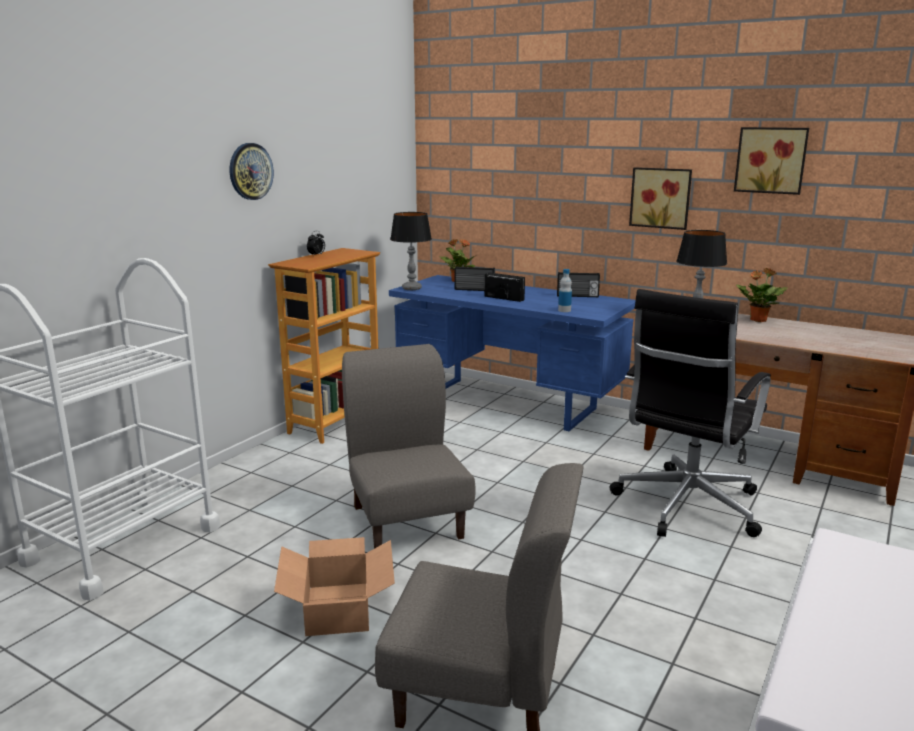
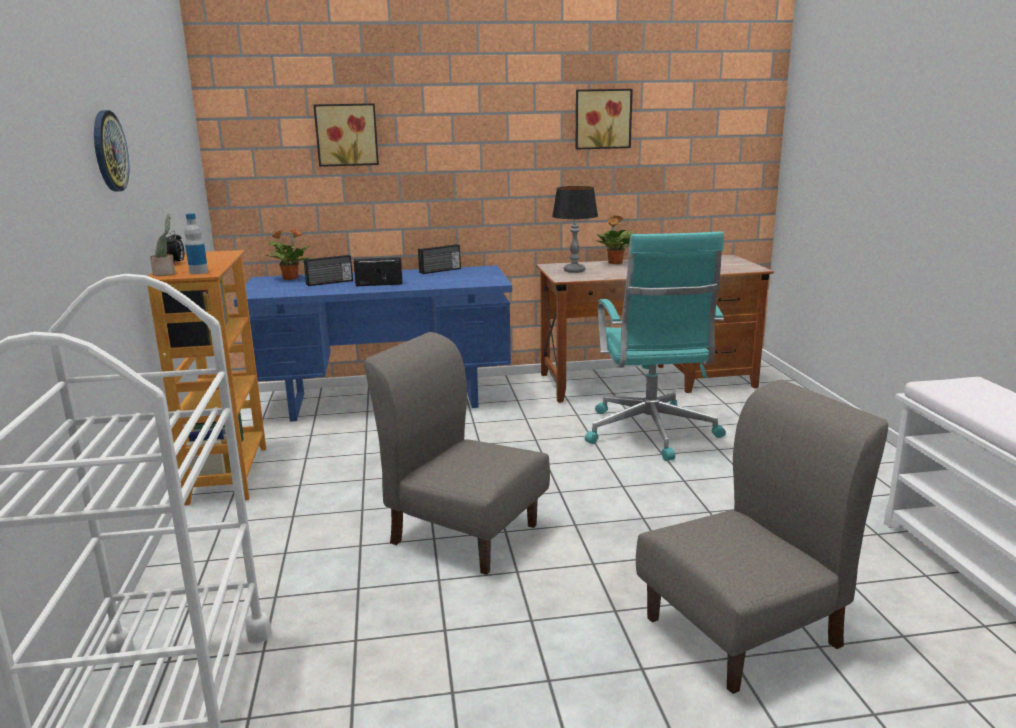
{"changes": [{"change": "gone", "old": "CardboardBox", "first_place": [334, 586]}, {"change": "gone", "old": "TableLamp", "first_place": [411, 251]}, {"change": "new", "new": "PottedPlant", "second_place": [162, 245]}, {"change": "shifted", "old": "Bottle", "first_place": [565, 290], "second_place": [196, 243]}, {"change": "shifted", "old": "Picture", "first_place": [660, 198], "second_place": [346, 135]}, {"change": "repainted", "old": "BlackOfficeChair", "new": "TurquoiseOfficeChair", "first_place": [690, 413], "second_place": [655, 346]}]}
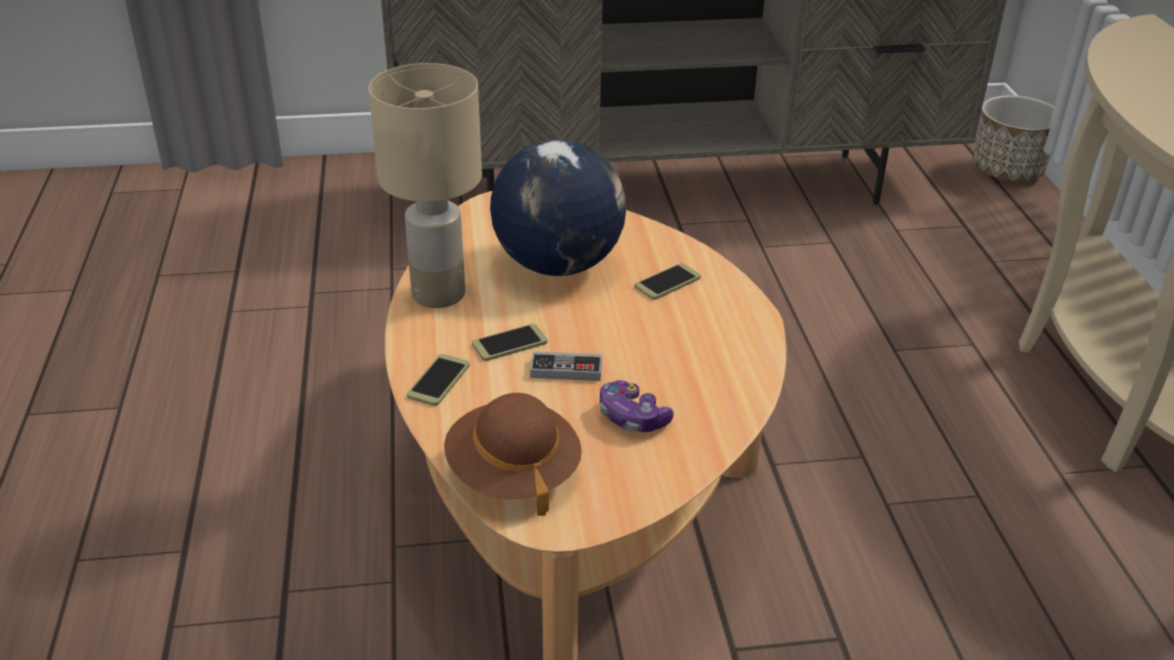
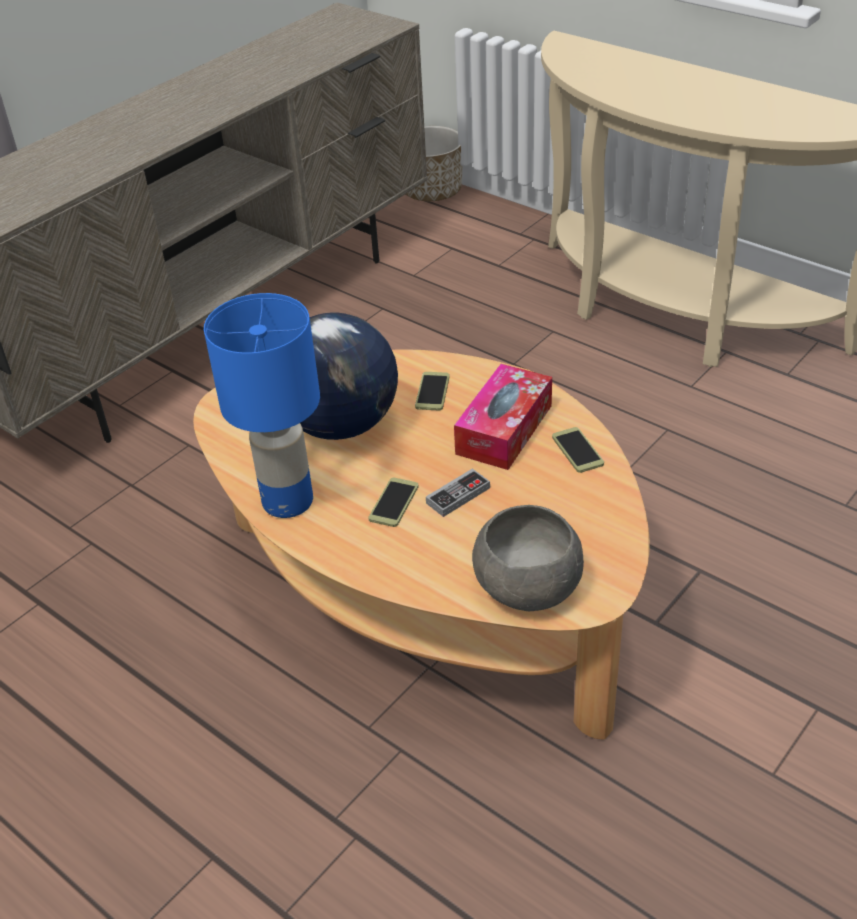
{"changes": [{"change": "gone", "old": "GameController", "first_place": [637, 406]}, {"change": "new", "new": "TissueBox", "second_place": [503, 417]}, {"change": "shifted", "old": "Phone", "first_place": [438, 380], "second_place": [578, 450]}, {"change": "swapped", "old": "BrownHat", "new": "GreyBowl", "first_place": [513, 454], "second_place": [528, 558]}, {"change": "repainted", "old": "BeigeTableLamp", "new": "BlueTableLamp", "first_place": [425, 185], "second_place": [262, 405]}]}
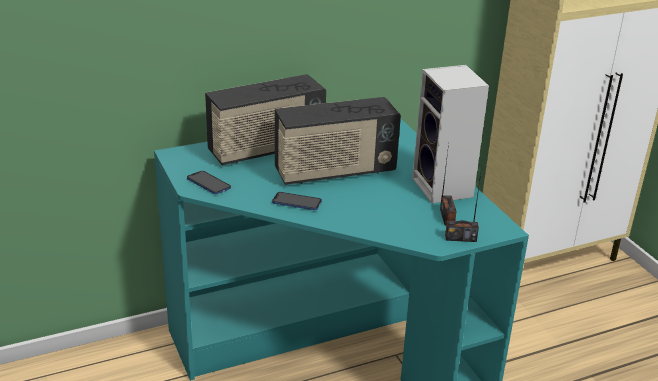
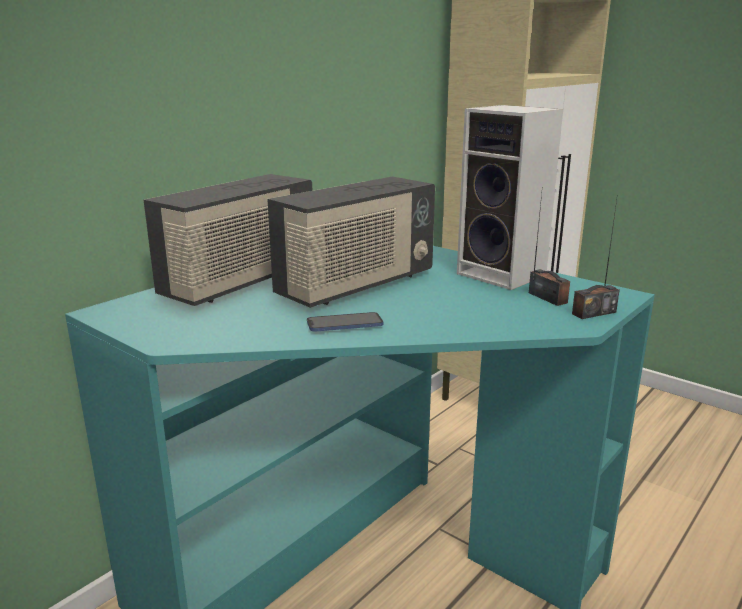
{"changes": [{"change": "gone", "old": "Phone", "first_place": [209, 182]}]}
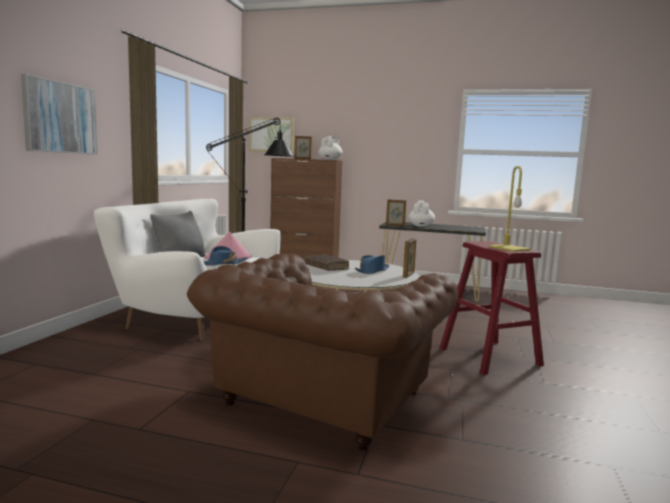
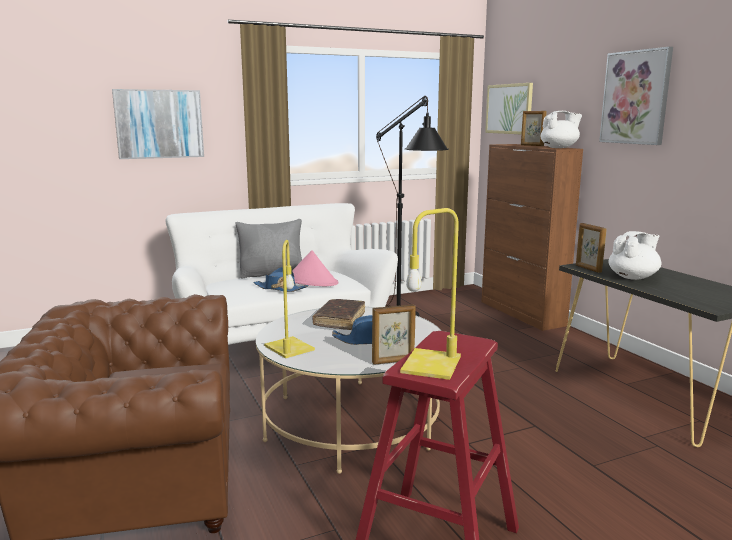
{"changes": [{"change": "new", "new": "YellowTableLamp", "second_place": [289, 299]}, {"change": "new", "new": "Picture", "second_place": [636, 96]}]}
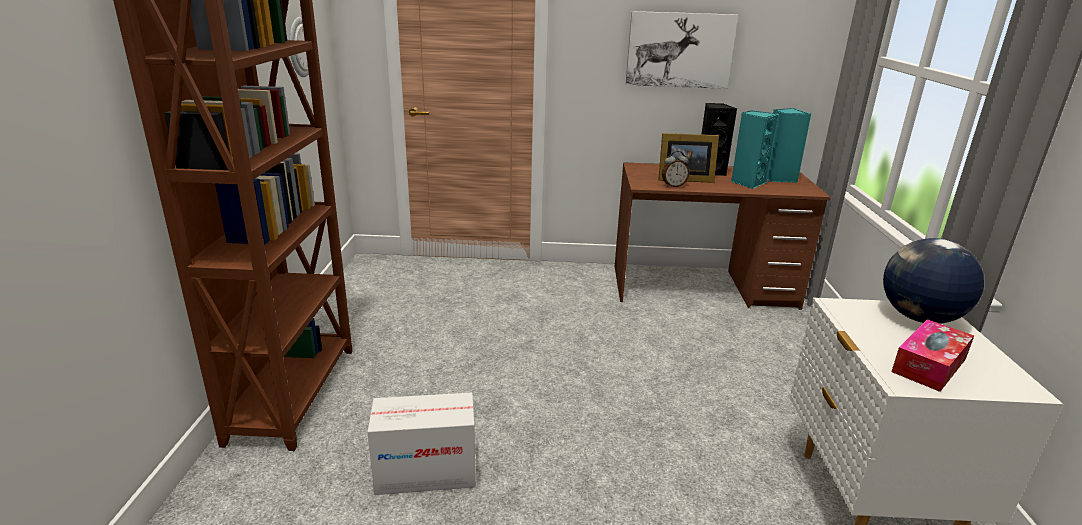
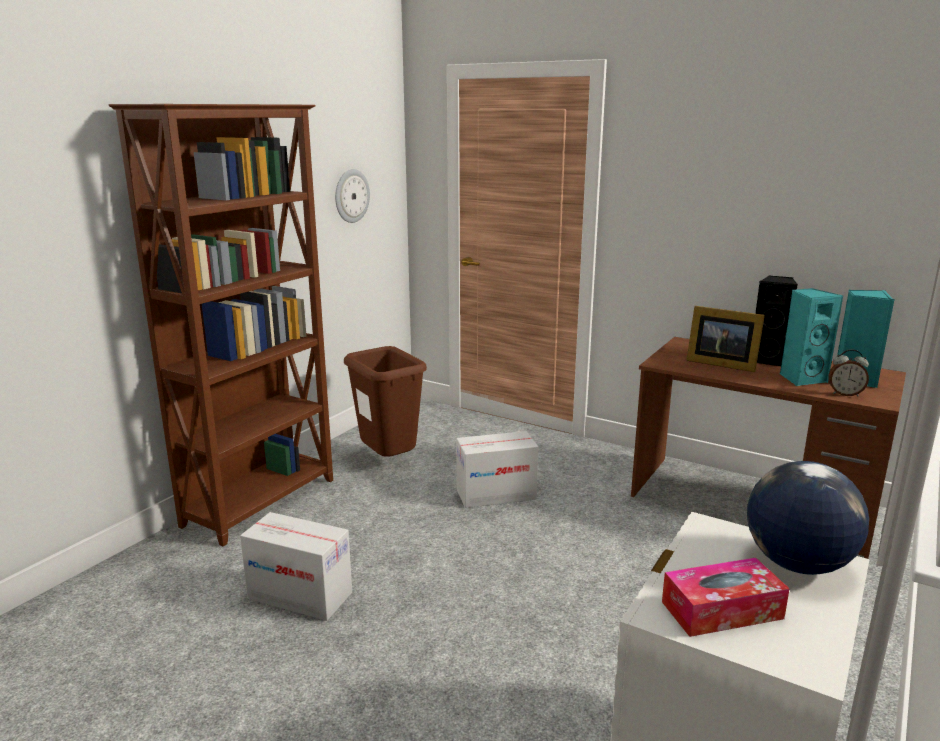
{"changes": [{"change": "gone", "old": "Picture", "first_place": [682, 50]}, {"change": "new", "new": "BrownTrashCan", "second_place": [385, 401]}, {"change": "new", "new": "CardboardBox", "second_place": [497, 469]}, {"change": "shifted", "old": "AlarmClock", "first_place": [676, 169], "second_place": [848, 372]}]}
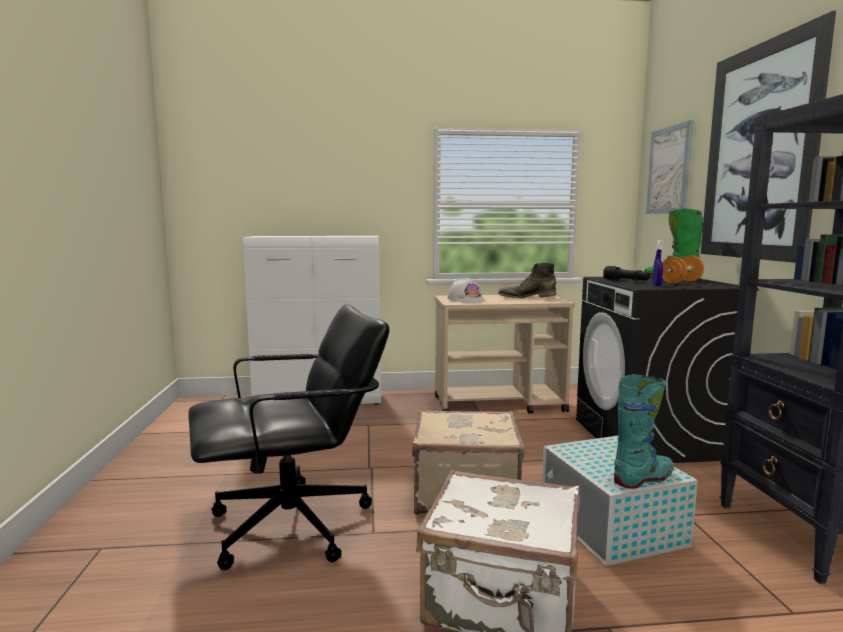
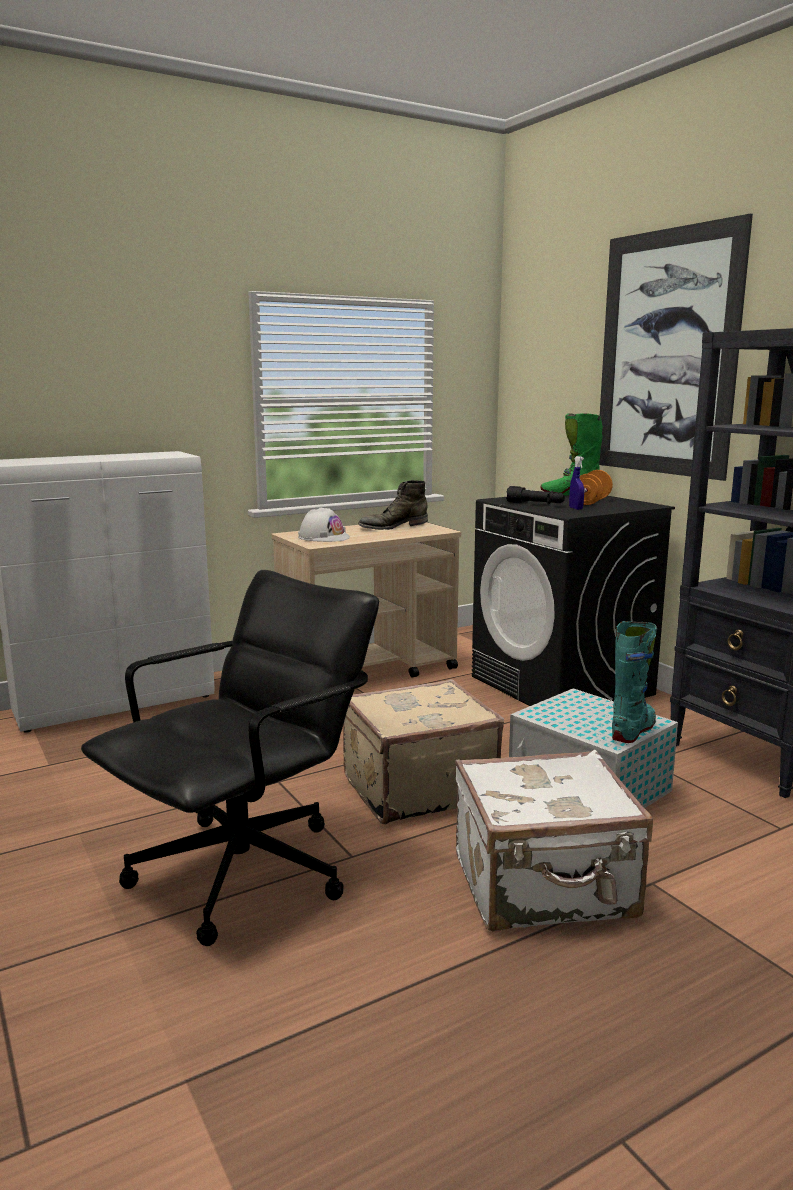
{"changes": [{"change": "gone", "old": "Picture", "first_place": [669, 167]}]}
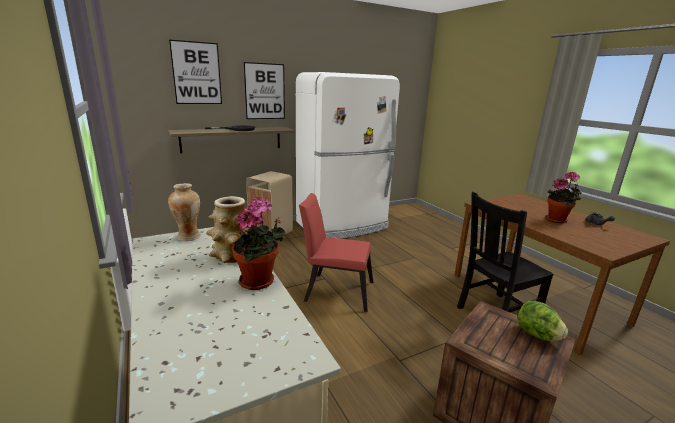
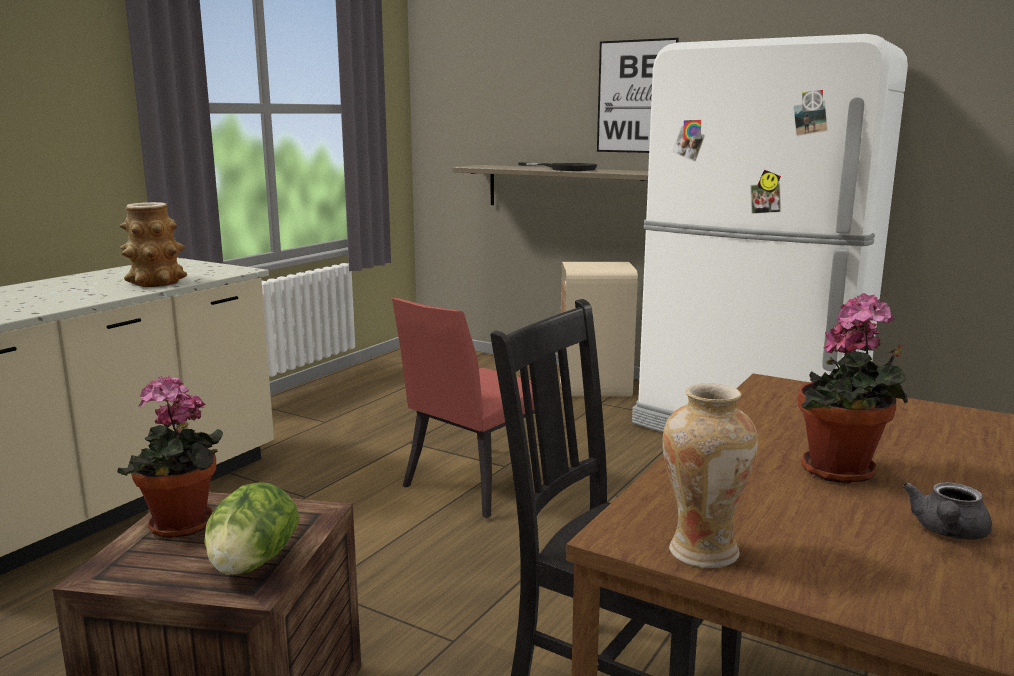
{"changes": [{"change": "gone", "old": "Picture", "first_place": [195, 72]}, {"change": "shifted", "old": "Vase", "first_place": [184, 212], "second_place": [710, 475]}, {"change": "shifted", "old": "PottedPlant", "first_place": [258, 243], "second_place": [170, 457]}, {"change": "rotated", "old": "RedChair", "first_place": [336, 252], "second_place": [463, 408], "degrees": -120}]}
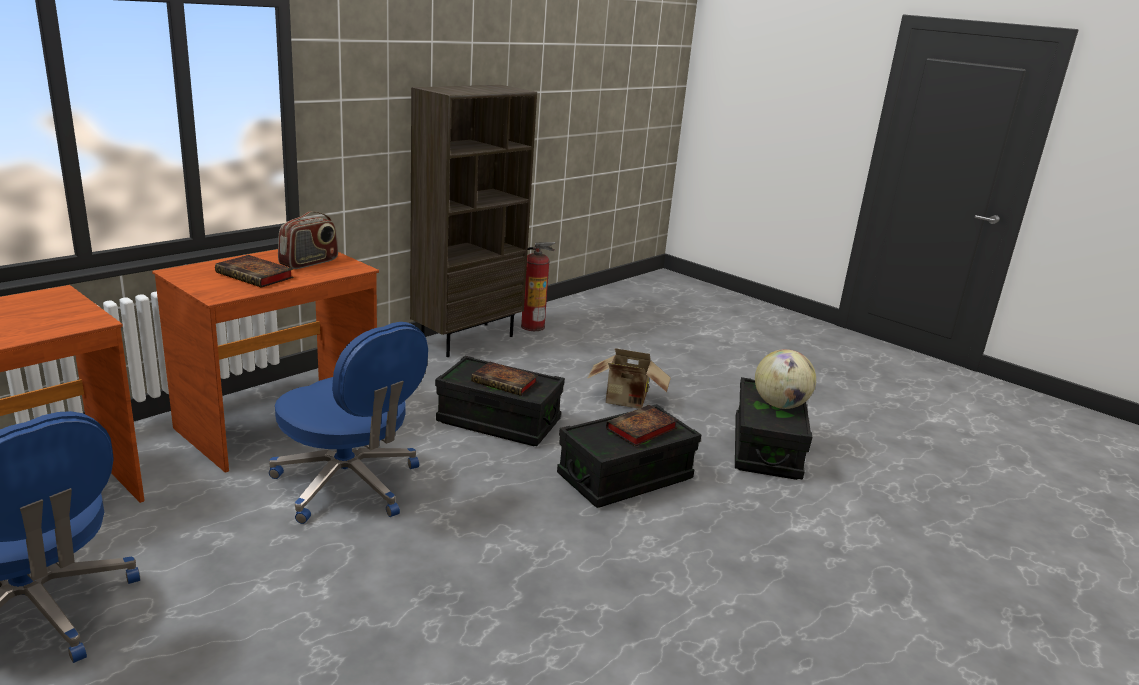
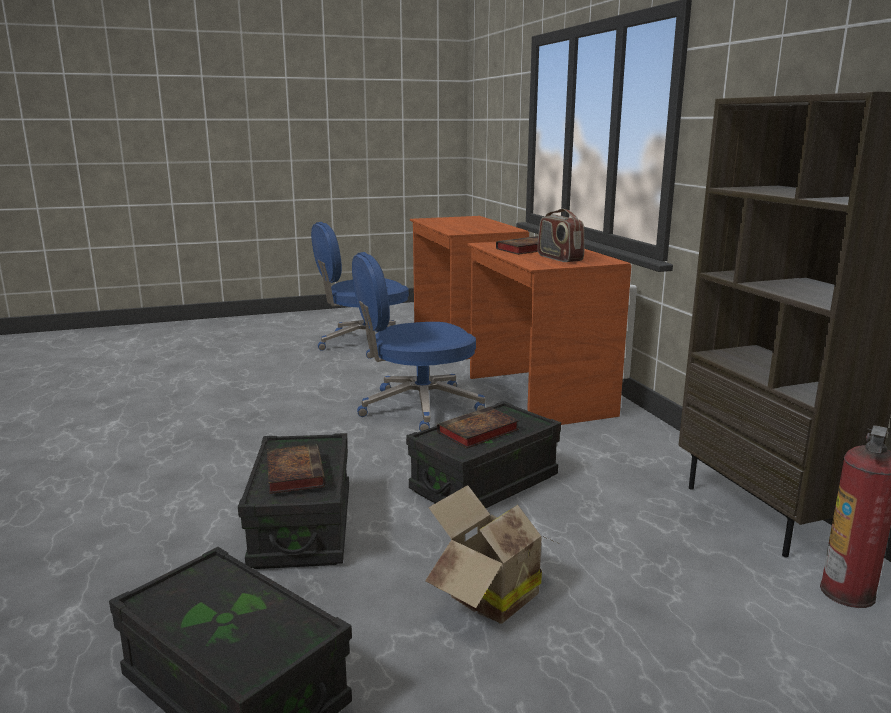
{"changes": [{"change": "gone", "old": "Globe", "first_place": [785, 379]}]}
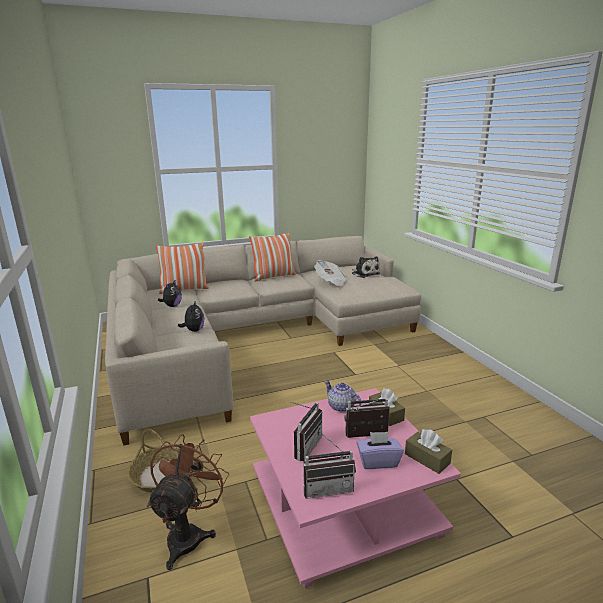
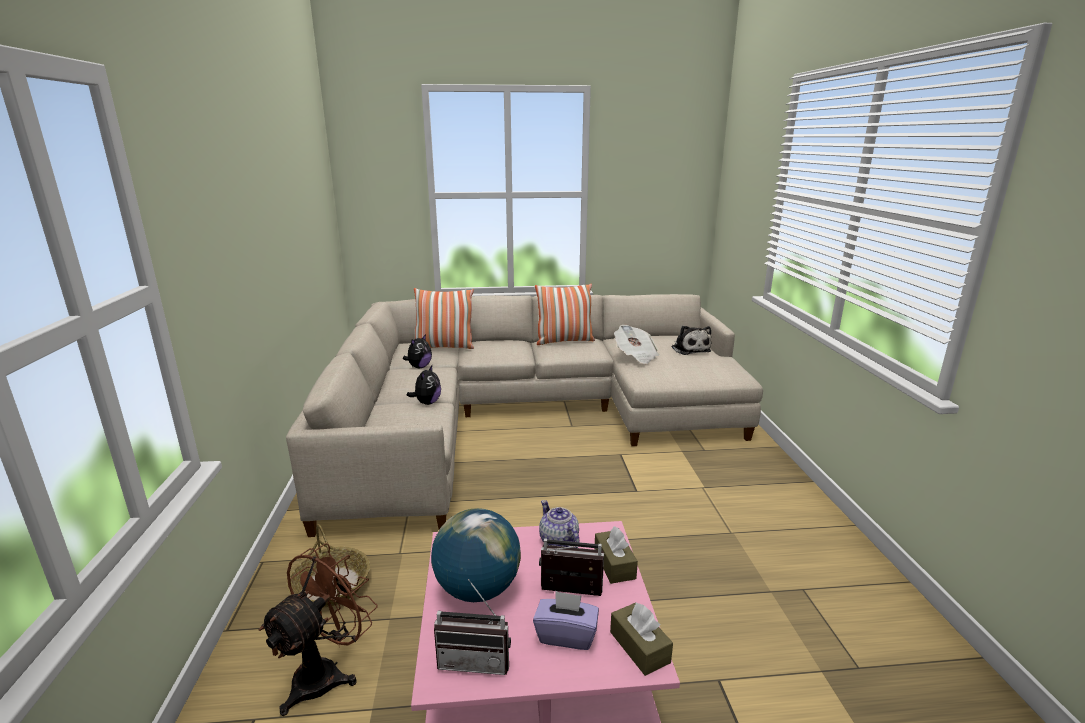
{"changes": [{"change": "swapped", "old": "Radio", "new": "Globe", "first_place": [306, 431], "second_place": [476, 555]}]}
